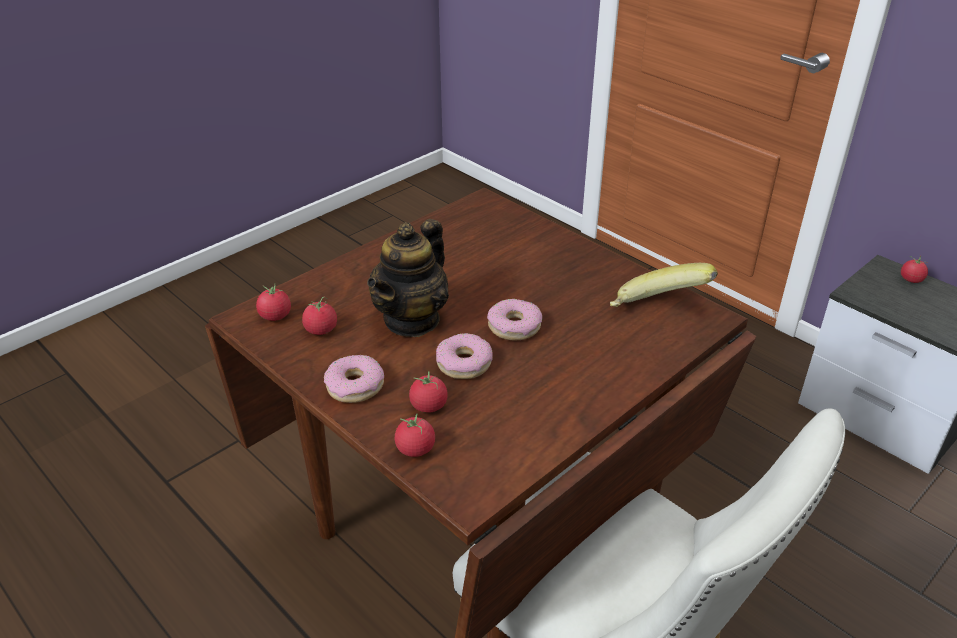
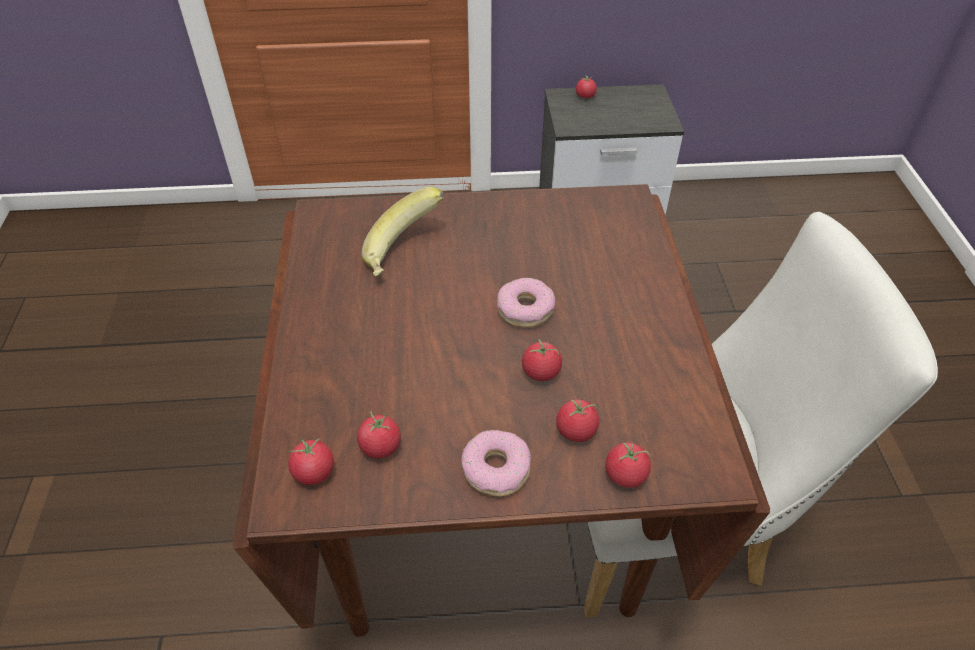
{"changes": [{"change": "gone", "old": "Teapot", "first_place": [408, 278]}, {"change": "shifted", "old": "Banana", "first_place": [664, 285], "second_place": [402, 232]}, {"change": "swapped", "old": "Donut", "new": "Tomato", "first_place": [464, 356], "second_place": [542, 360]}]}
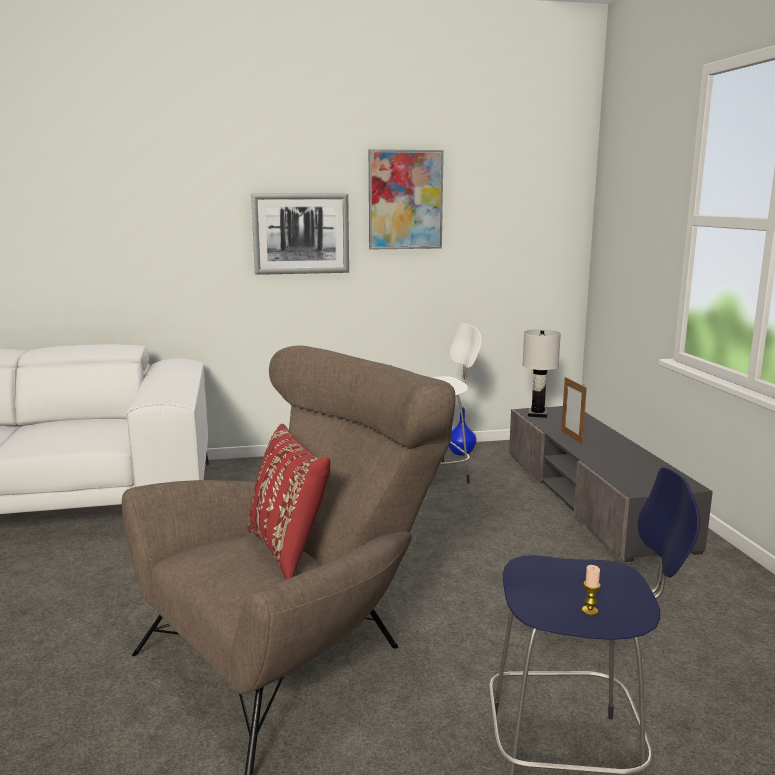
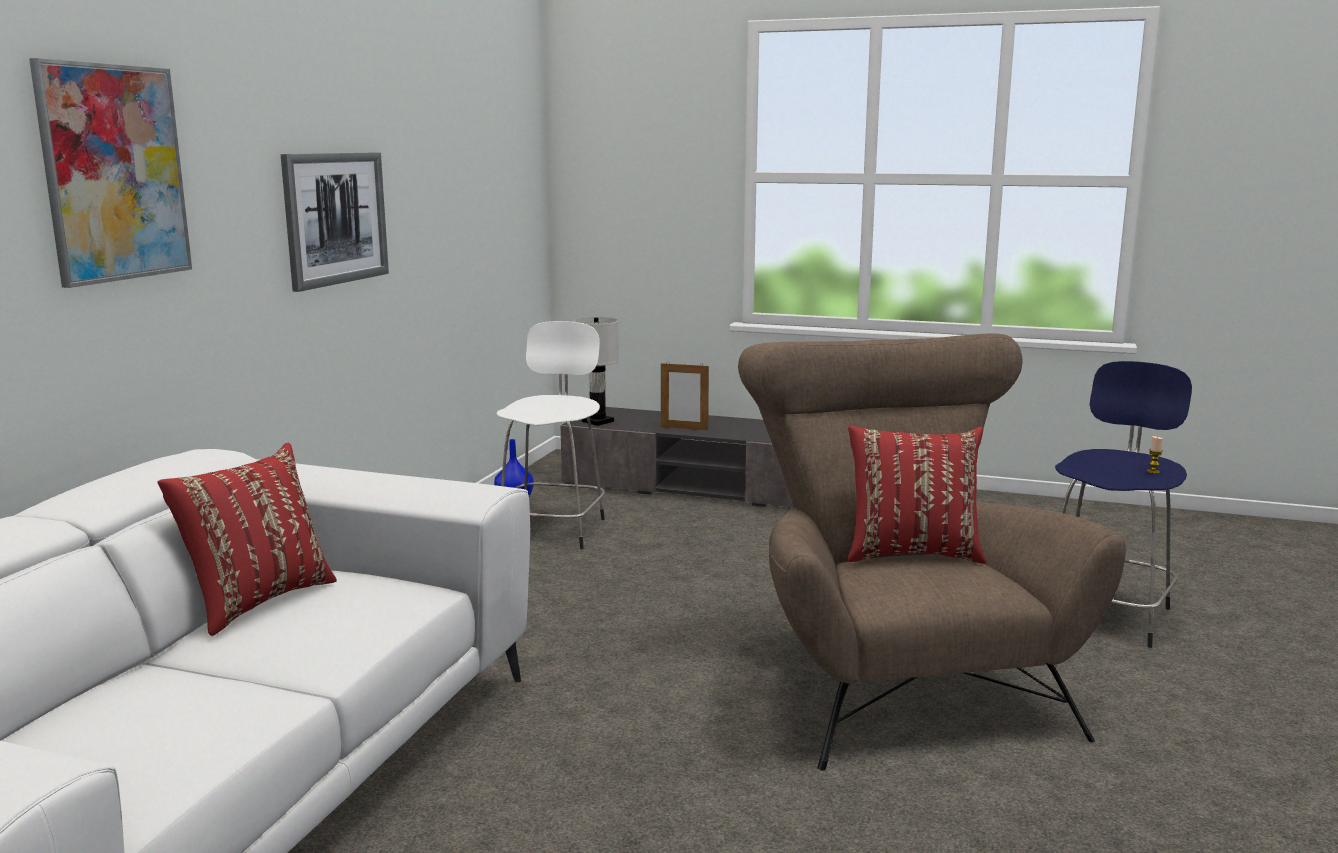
{"changes": [{"change": "new", "new": "RedPillow", "second_place": [247, 539]}, {"change": "shifted", "old": "Picture", "first_place": [406, 199], "second_place": [110, 173]}]}
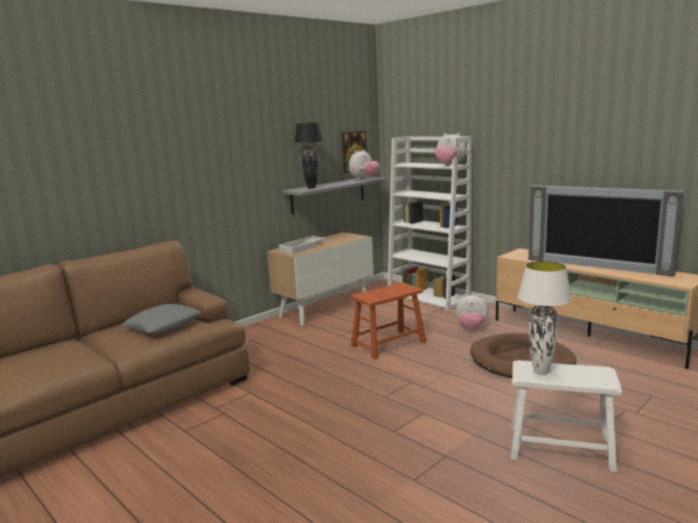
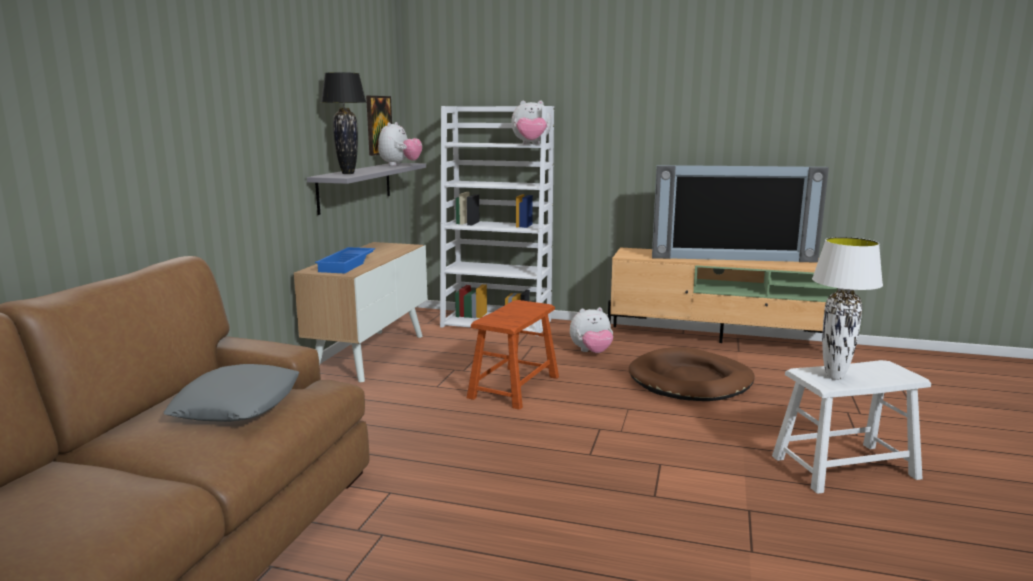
{"changes": [{"change": "repainted", "old": "WhiteTray", "new": "BlueTray", "first_place": [302, 245], "second_place": [345, 260]}]}
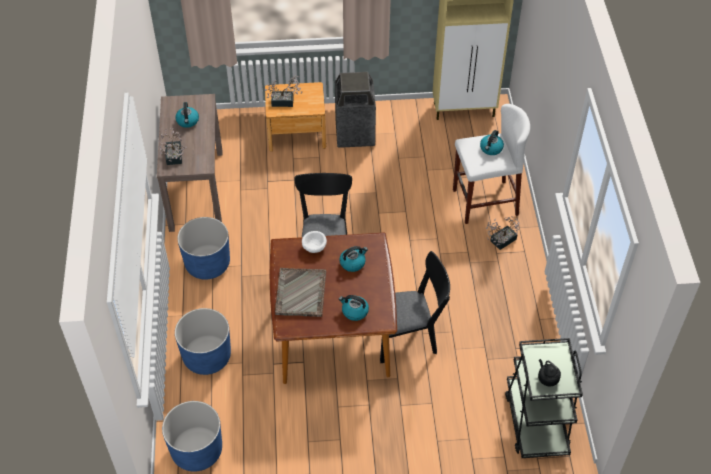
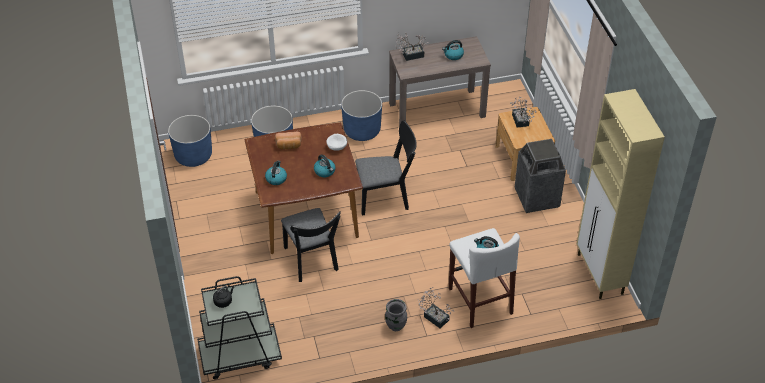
{"changes": [{"change": "new", "new": "GreyVase", "second_place": [396, 315]}, {"change": "swapped", "old": "GreyTray", "new": "Bread", "first_place": [300, 292], "second_place": [288, 140]}]}
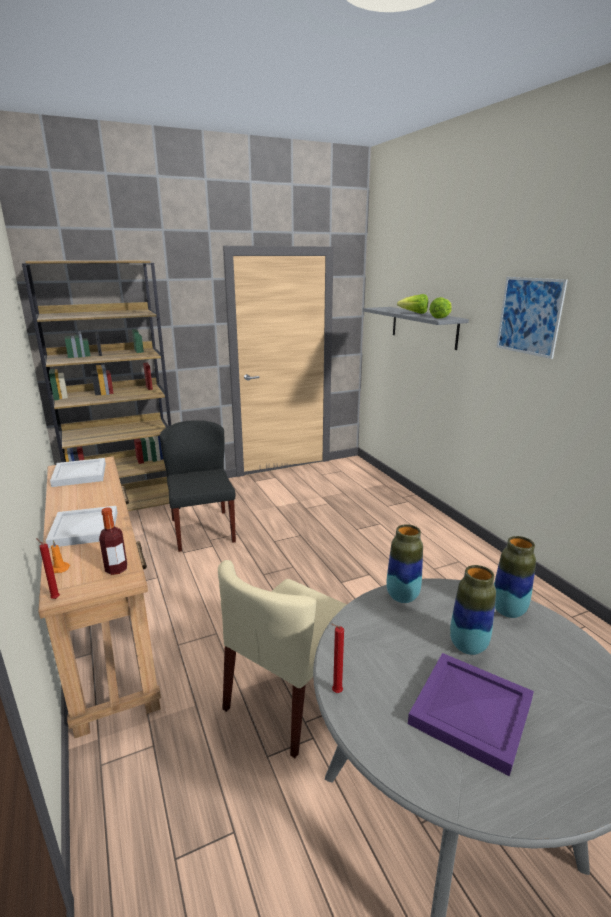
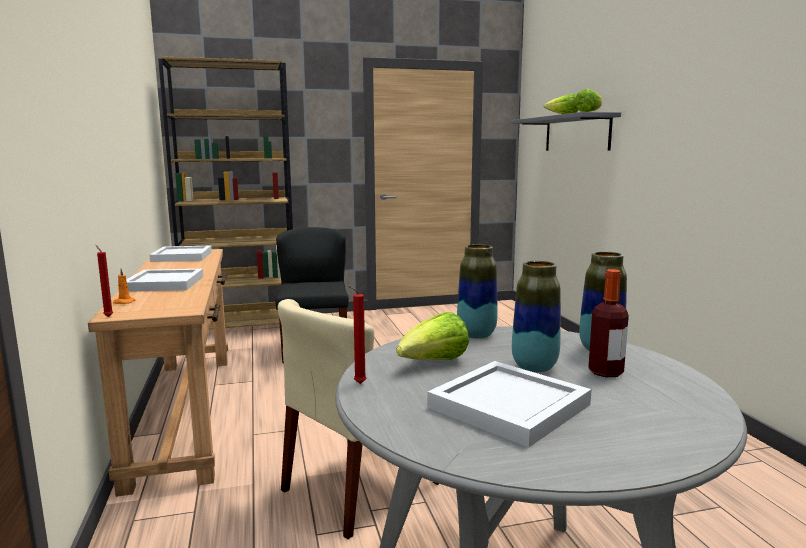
{"changes": [{"change": "gone", "old": "Picture", "first_place": [532, 318]}, {"change": "new", "new": "Lettuce", "second_place": [433, 336]}, {"change": "shifted", "old": "Bottle", "first_place": [113, 541], "second_place": [608, 323]}, {"change": "repainted", "old": "PurpleTray", "new": "WhiteTray", "first_place": [471, 714], "second_place": [509, 404]}]}
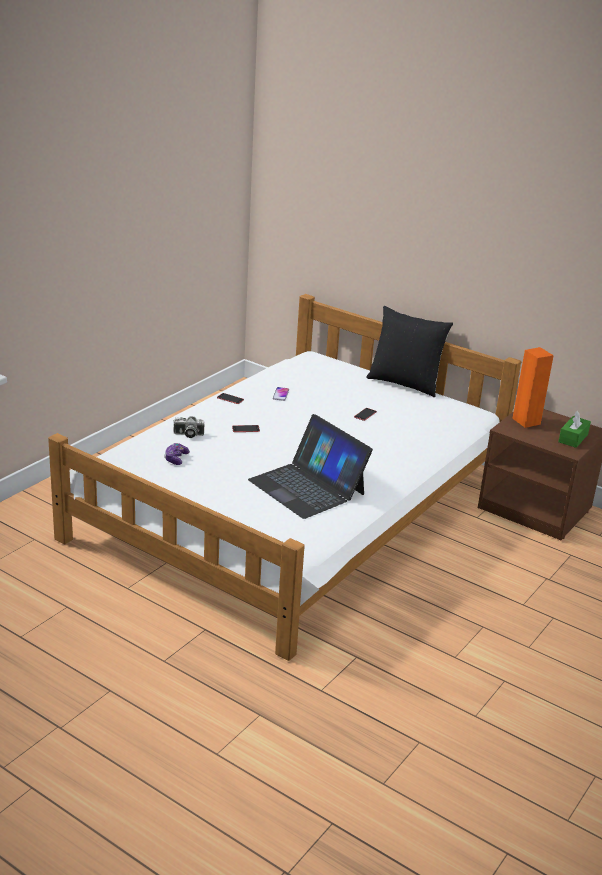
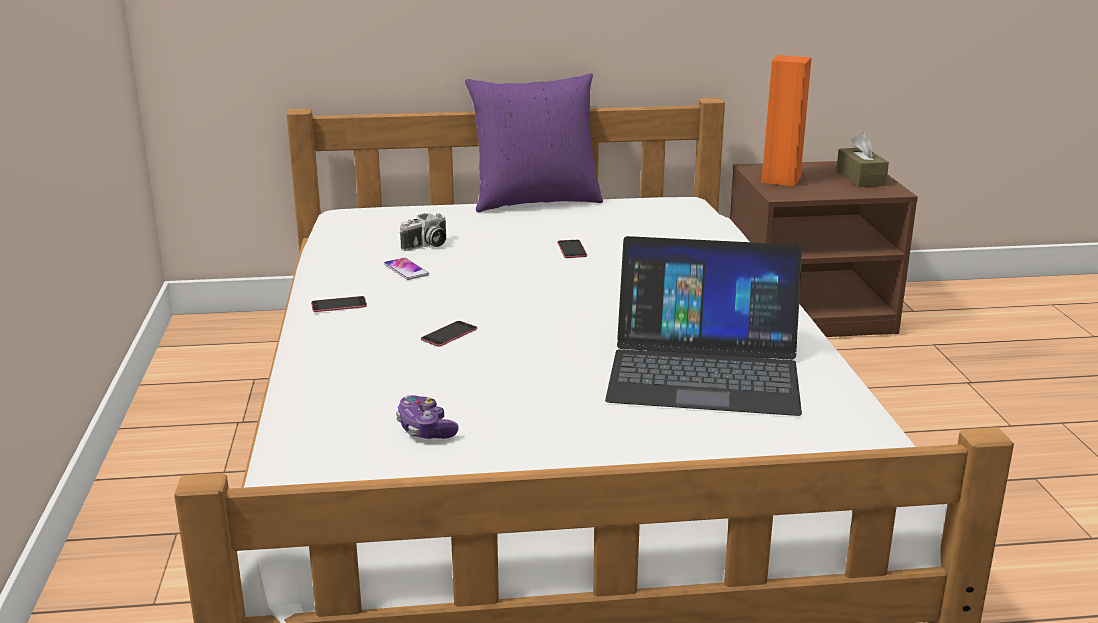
{"changes": [{"change": "shifted", "old": "PhotoCamera", "first_place": [188, 427], "second_place": [423, 232]}, {"change": "repainted", "old": "BlackPillow", "new": "PurplePillow", "first_place": [409, 351], "second_place": [534, 142]}, {"change": "repainted", "old": "GreenTissueBox", "new": "BrownTissueBox", "first_place": [574, 429], "second_place": [862, 159]}]}
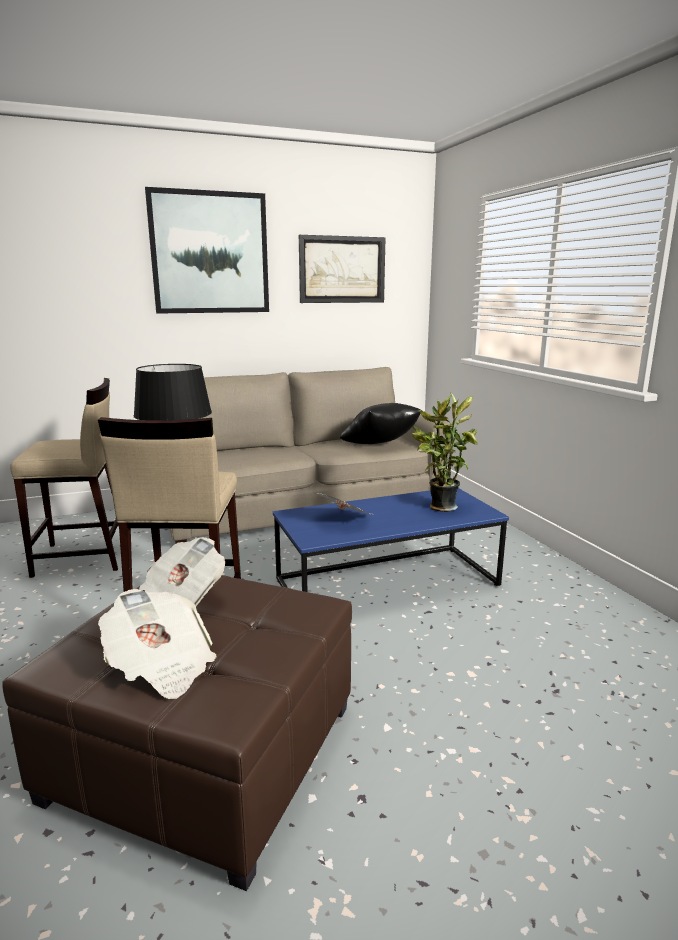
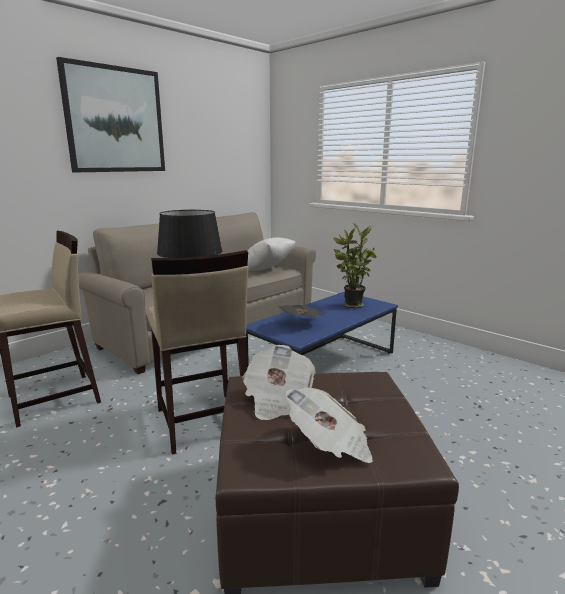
{"changes": [{"change": "gone", "old": "Picture", "first_place": [342, 269]}, {"change": "repainted", "old": "BlackPillow", "new": "WhitePillow", "first_place": [381, 423], "second_place": [271, 254]}]}
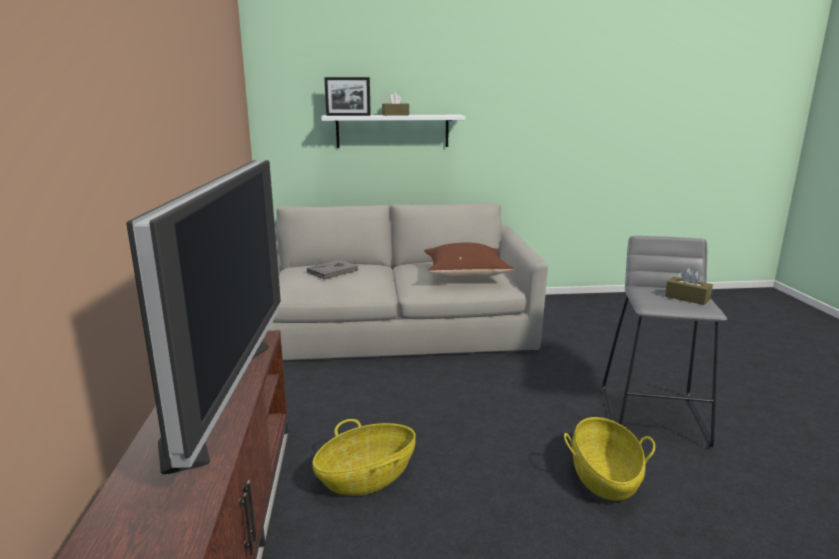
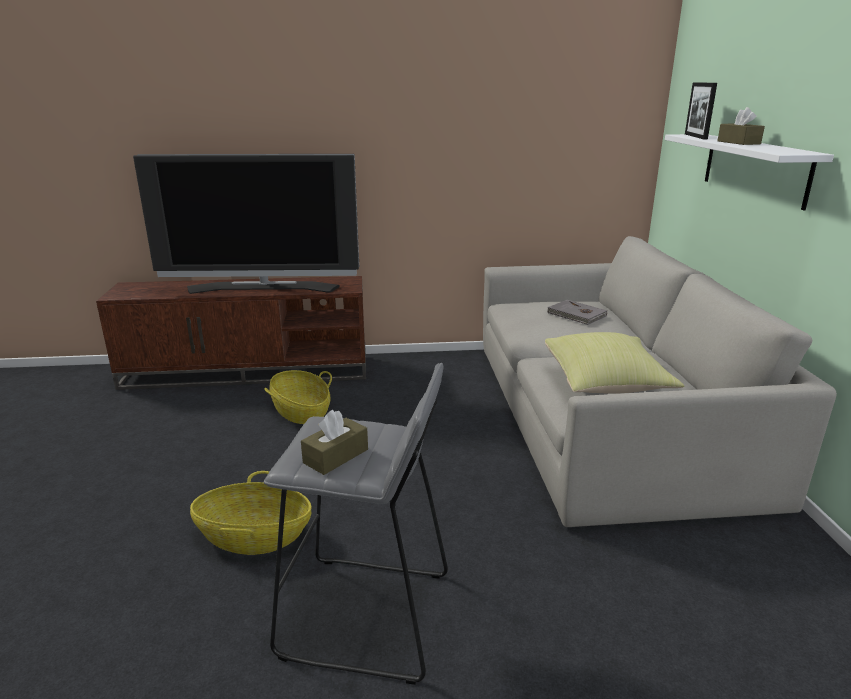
{"changes": [{"change": "repainted", "old": "BrownPillow", "new": "YellowPillow", "first_place": [469, 261], "second_place": [614, 363]}]}
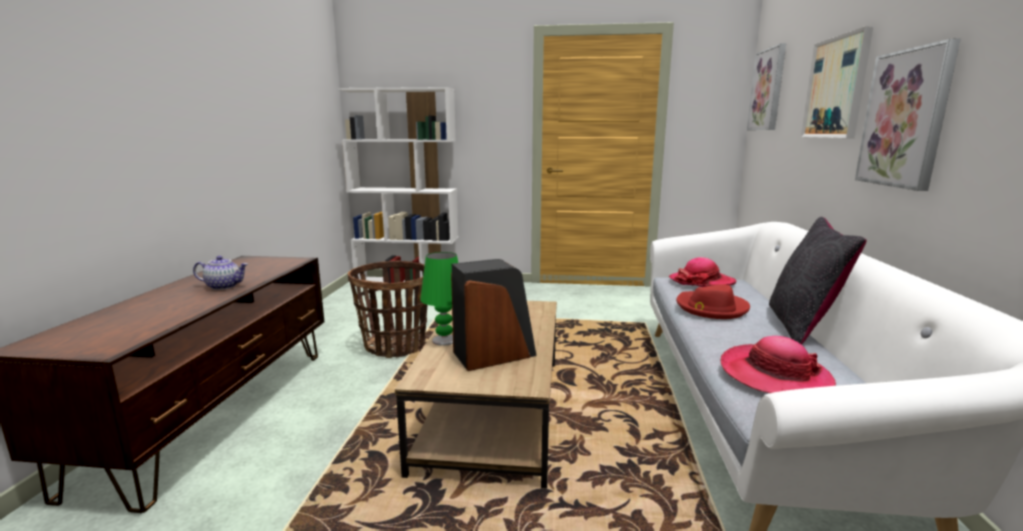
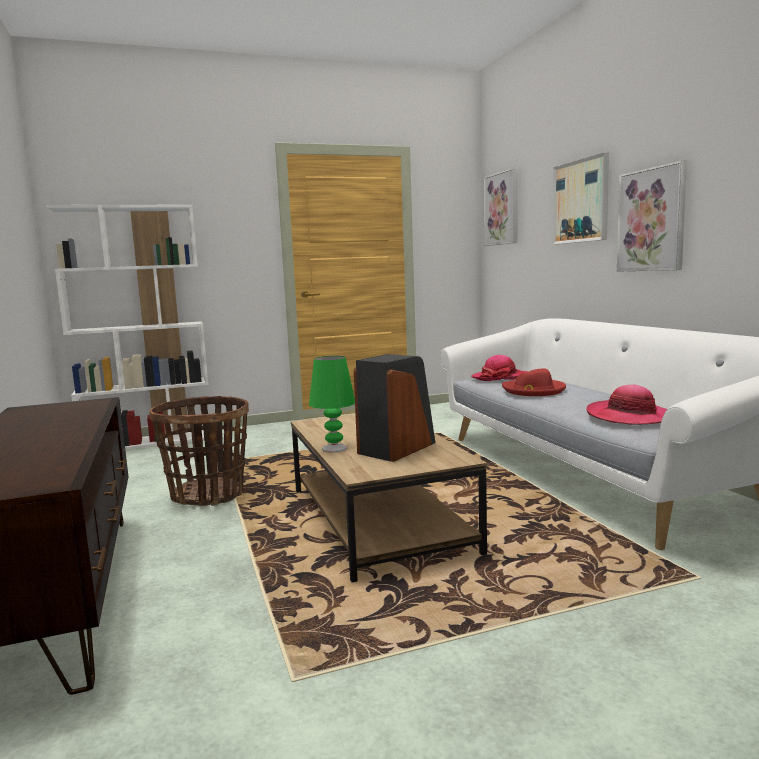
{"changes": [{"change": "gone", "old": "Teapot", "first_place": [220, 273]}, {"change": "gone", "old": "BlackPillow", "first_place": [818, 281]}]}
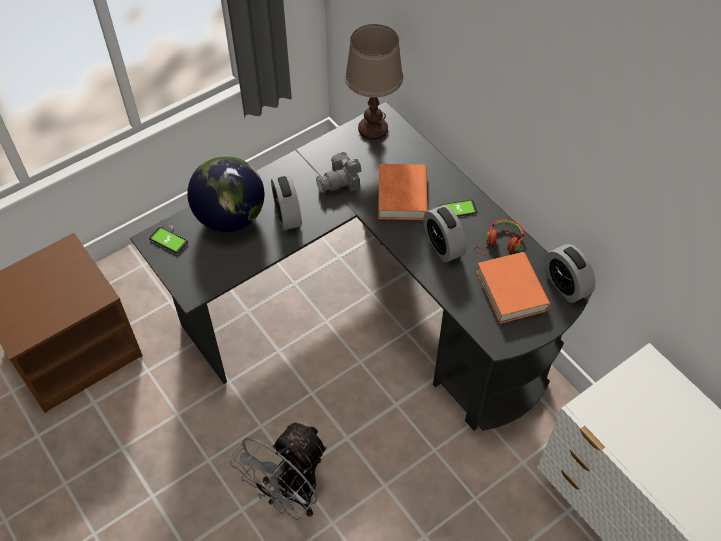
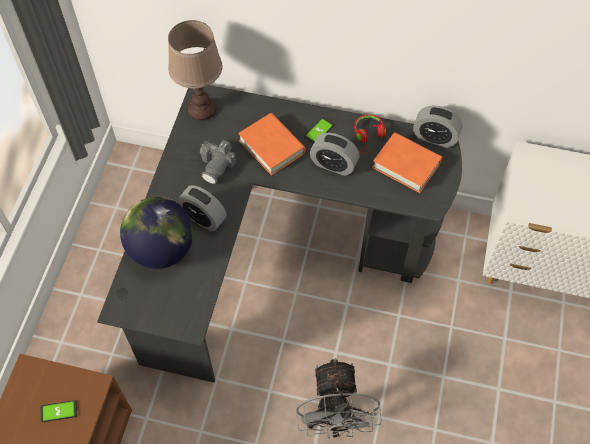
{"changes": [{"change": "shifted", "old": "Phone", "first_place": [168, 240], "second_place": [58, 411]}]}
